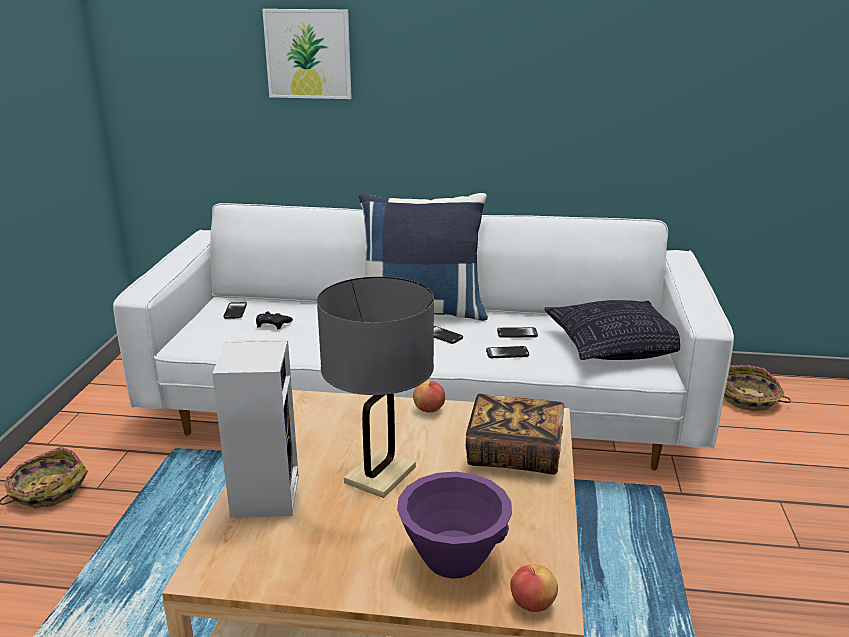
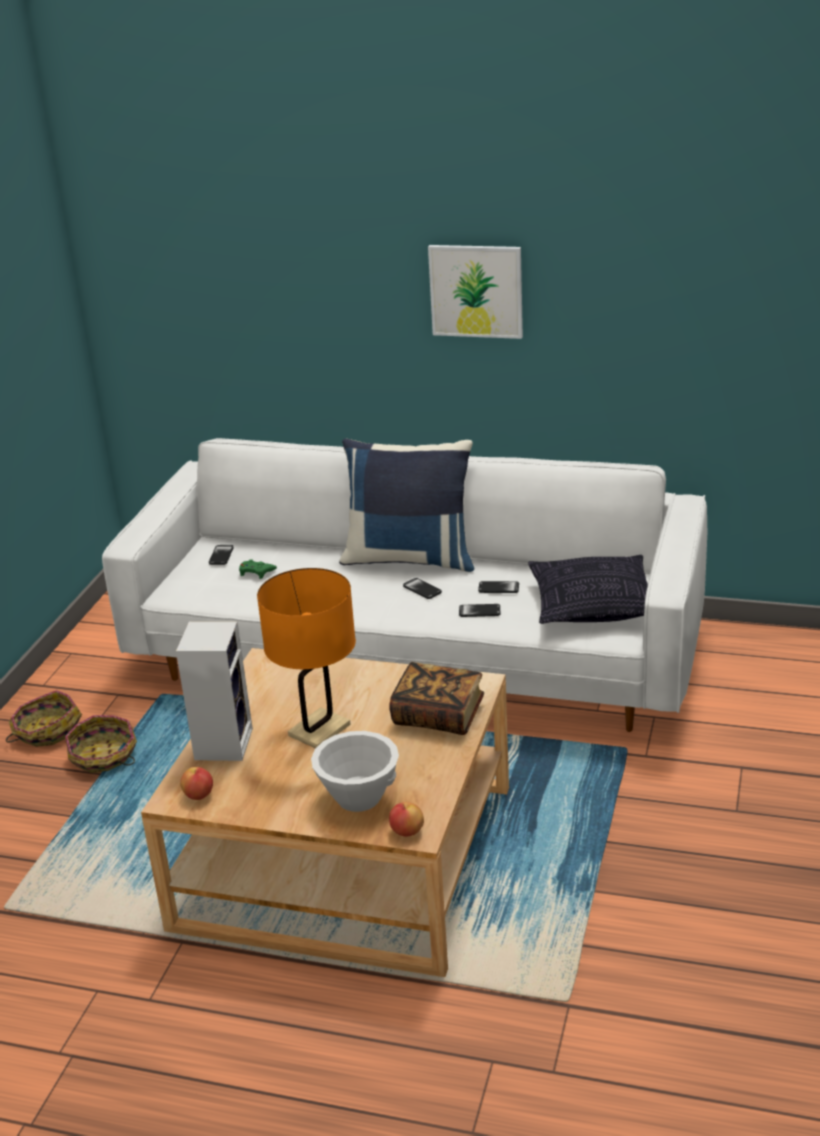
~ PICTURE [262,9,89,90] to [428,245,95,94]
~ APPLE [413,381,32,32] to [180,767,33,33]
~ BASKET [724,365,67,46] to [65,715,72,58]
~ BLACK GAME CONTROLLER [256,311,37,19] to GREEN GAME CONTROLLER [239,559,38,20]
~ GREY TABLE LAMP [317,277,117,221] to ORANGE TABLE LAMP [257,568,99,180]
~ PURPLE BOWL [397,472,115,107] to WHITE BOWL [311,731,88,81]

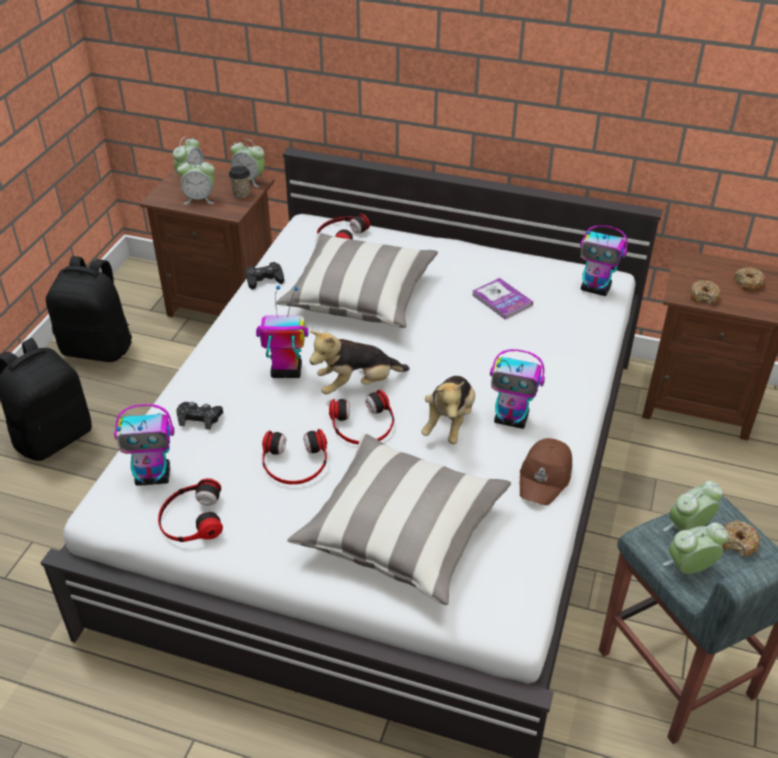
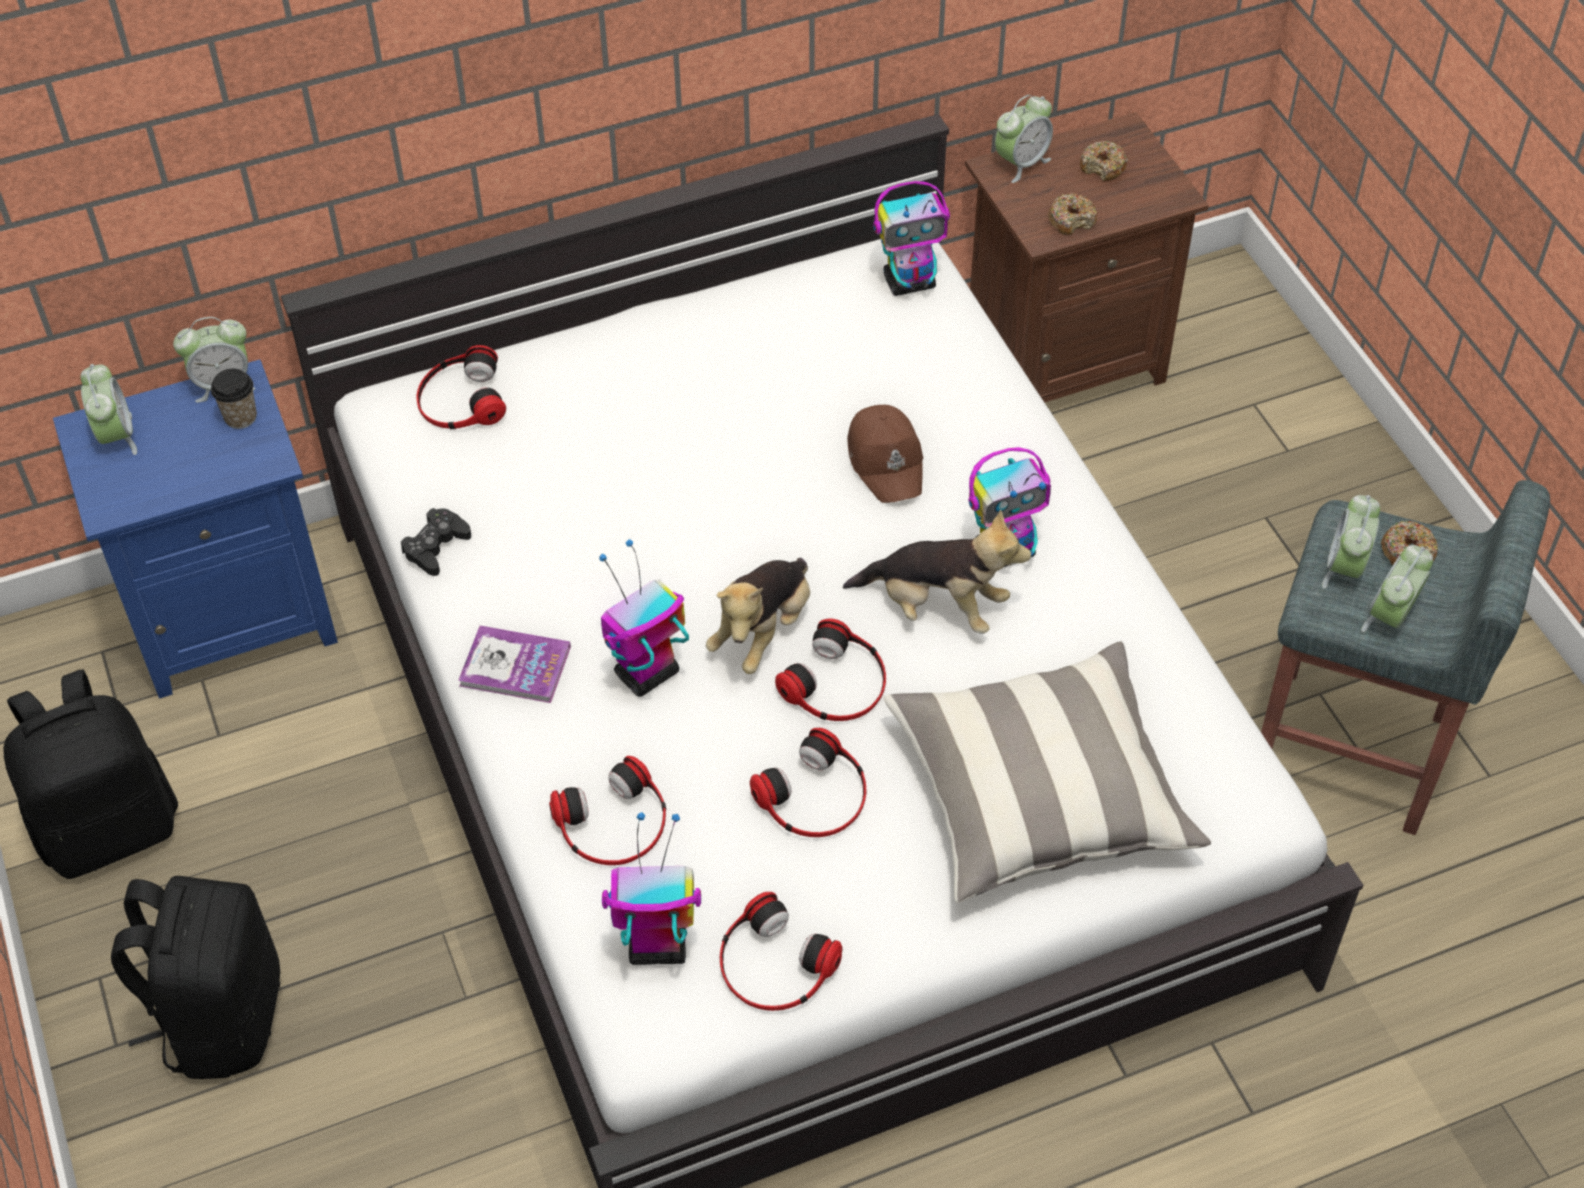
- PILLOW [276,233,162,95]
~ ALARM CLOCK [177,157,38,47] to [995,95,58,88]
~ BOOK [472,278,61,41] to [458,626,113,77]
~ BROWN CAP [520,438,52,67] to [847,405,76,98]
~ BLACK GAME CONTROLLER [176,402,47,28] to HEADPHONES [549,756,117,109]
~ BROWN NIGHTSTAND [140,168,134,149] to BLUE NIGHTSTAND [53,359,285,340]
~ TOY ROBOT [114,404,60,82] = [602,812,99,153] 135 degrees counterclockwise
~ PLUSH TOY [421,376,54,68] = [843,509,188,125] 45 degrees counterclockwise

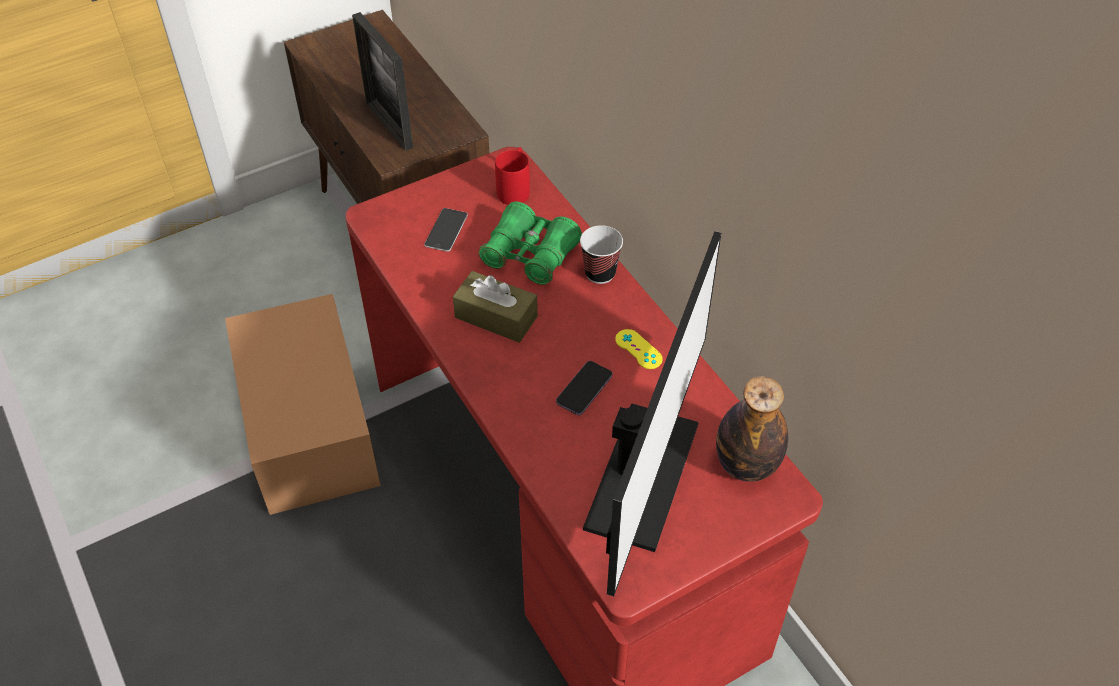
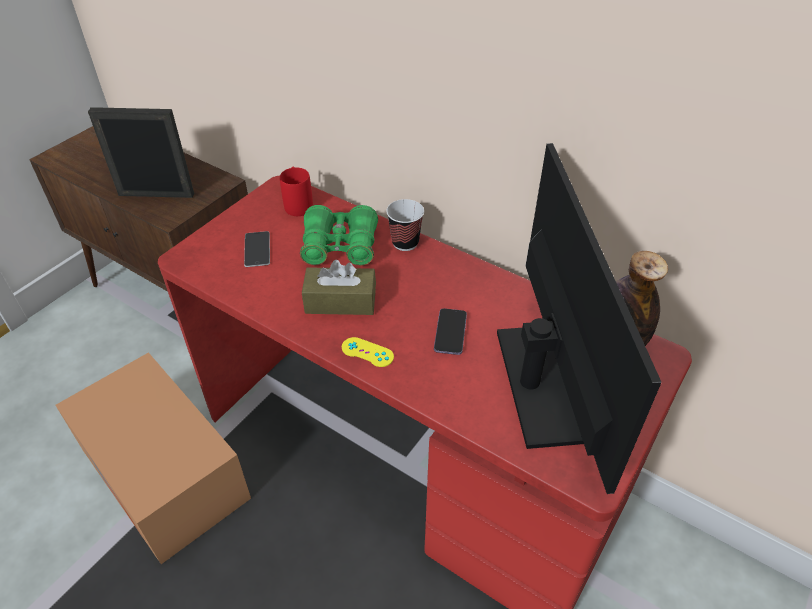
~ YELLOW GAME CONTROLLER [615,329,48,40] to [342,337,52,30]
~ PICTURE FRAME [352,12,61,139] = [88,107,106,91] 150 degrees clockwise

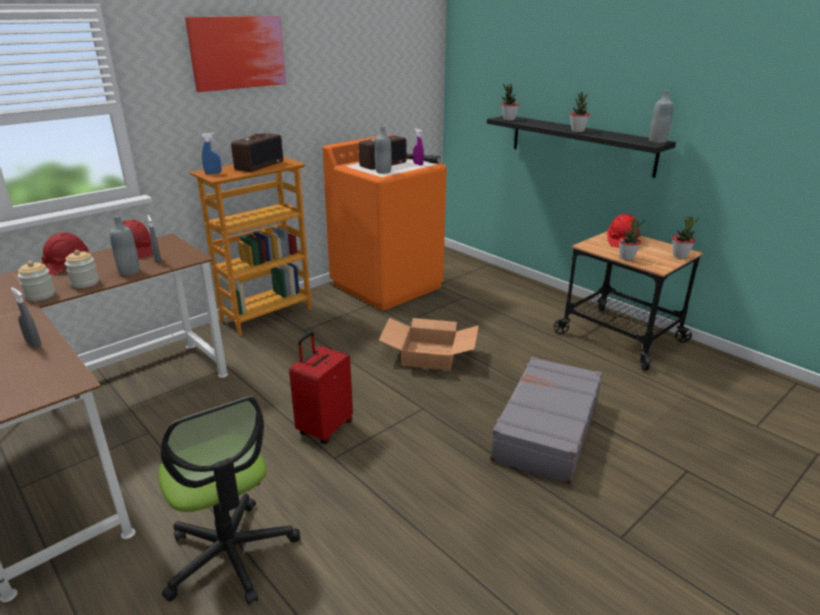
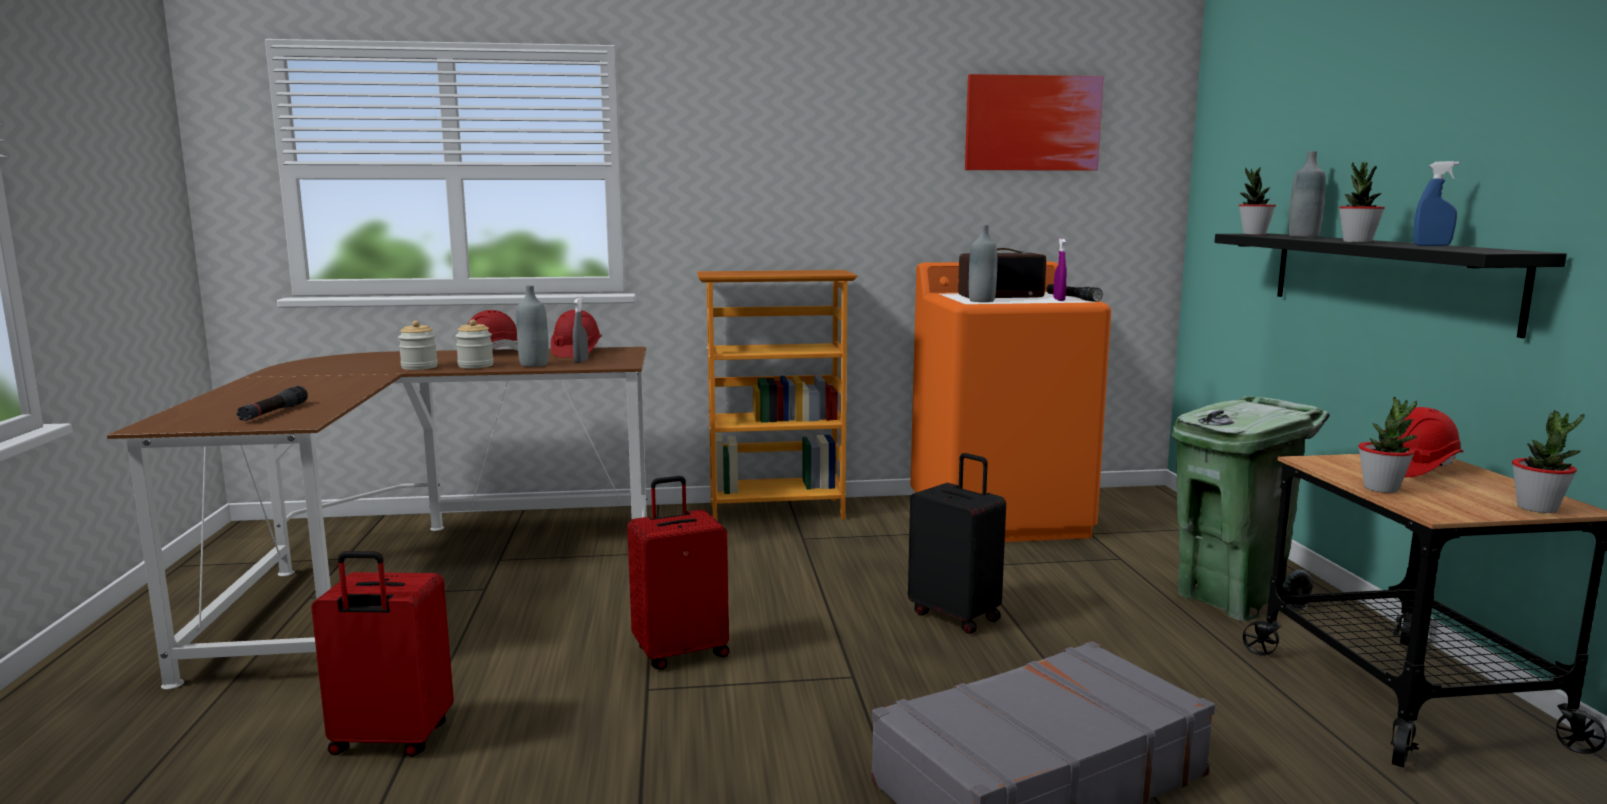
- GREY SPRAY BOTTLE [11,288,30,60]
- RADIO [231,133,52,39]
+ BLACK FLASHLIGHT [237,386,71,35]
+ GREEN TRASH CAN [1172,396,158,225]
~ PICTURE [185,16,101,76] to [965,74,139,97]
~ BLUE SPRAY BOTTLE [202,133,20,41] to [1413,161,46,85]
~ GREY BOTTLE [649,90,24,53] to [1288,151,38,86]
~ OFFICE CHAIR [158,396,142,209] to RED SUITCASE [311,551,143,206]
~ CARDBOARD BOX [379,317,100,53] to BLACK SUITCASE [908,453,98,181]

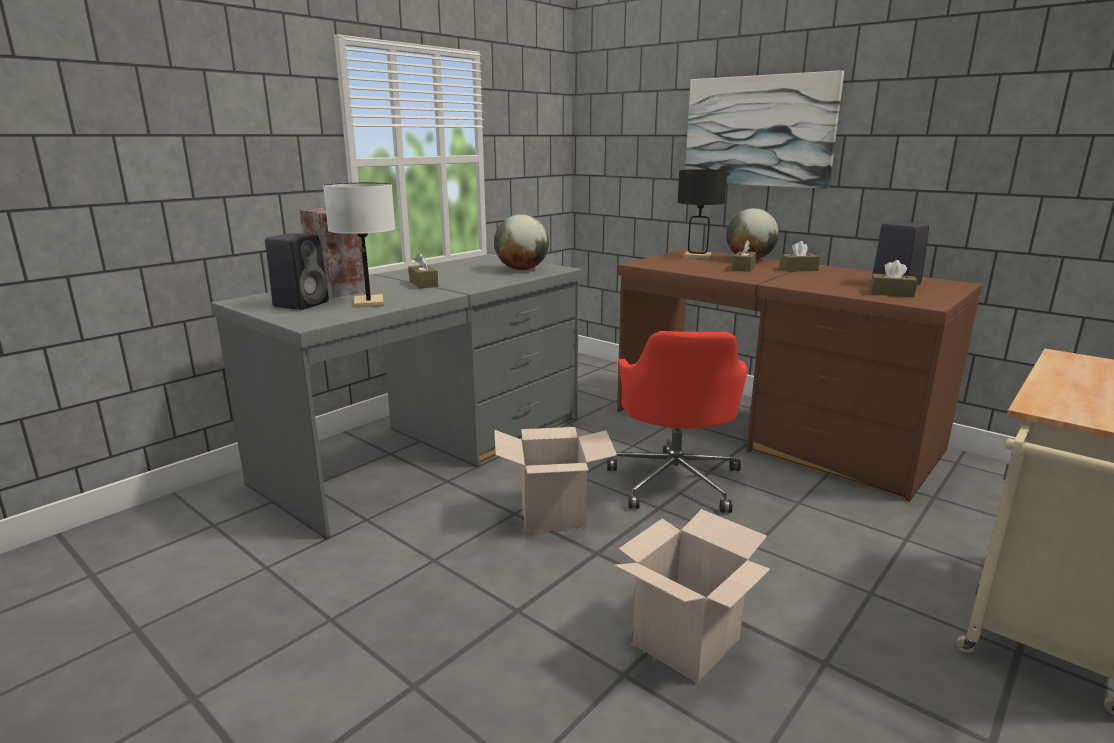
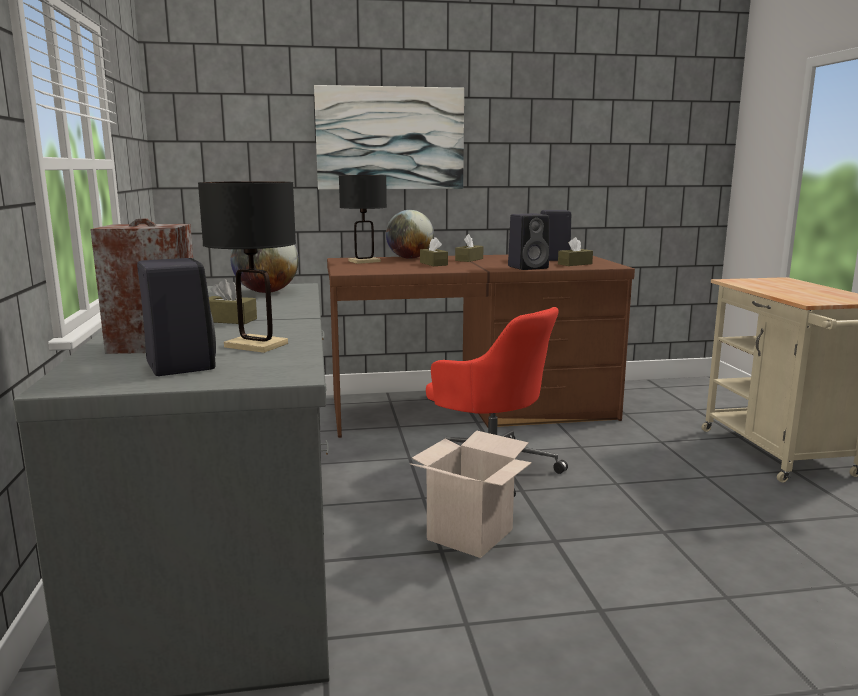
- CARDBOARD BOX [614,509,156,174]
+ BLACK SPEAKER [508,213,41,57]
~ WHITE TABLE LAMP [323,182,72,126] to BLACK TABLE LAMP [198,181,98,172]

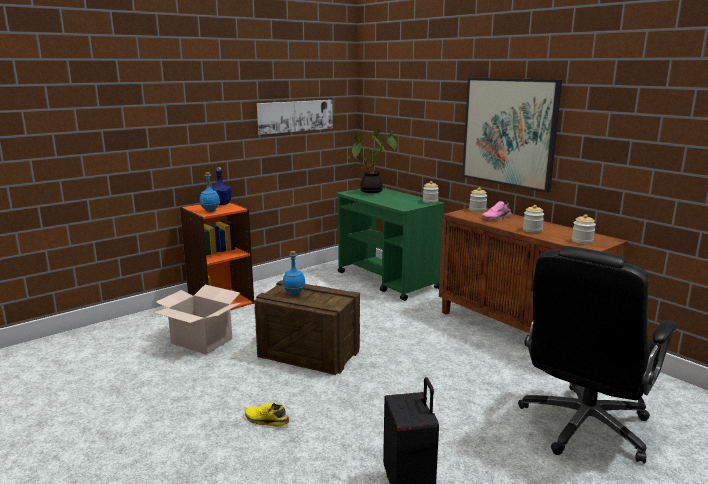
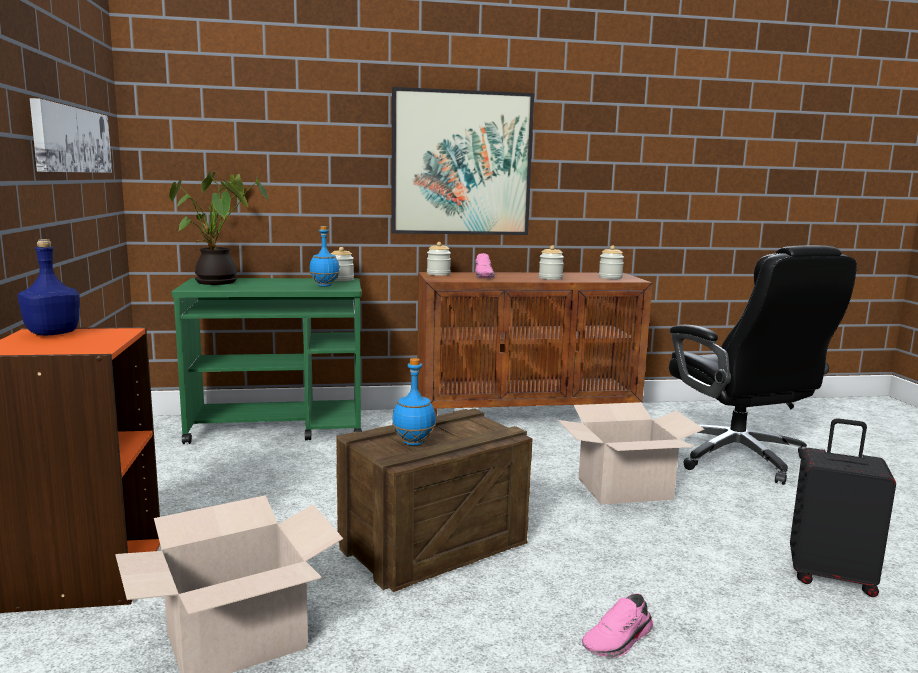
+ CARDBOARD BOX [558,402,147,103]
~ BLUE BOTTLE [200,172,20,40] to [309,226,31,61]
~ YELLOW SHOE [245,402,45,25] to PINK SHOE [582,593,71,65]

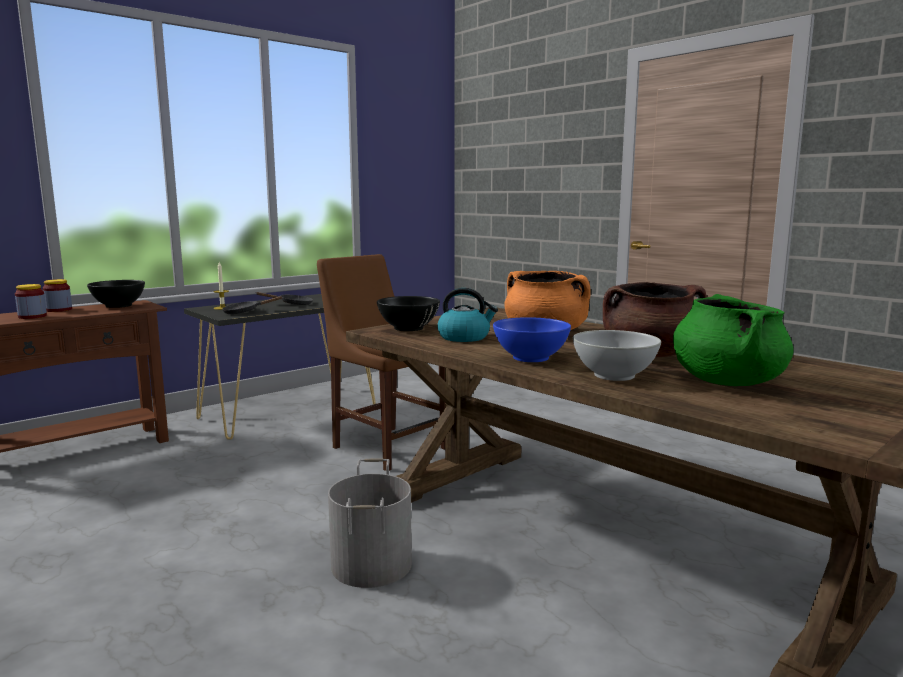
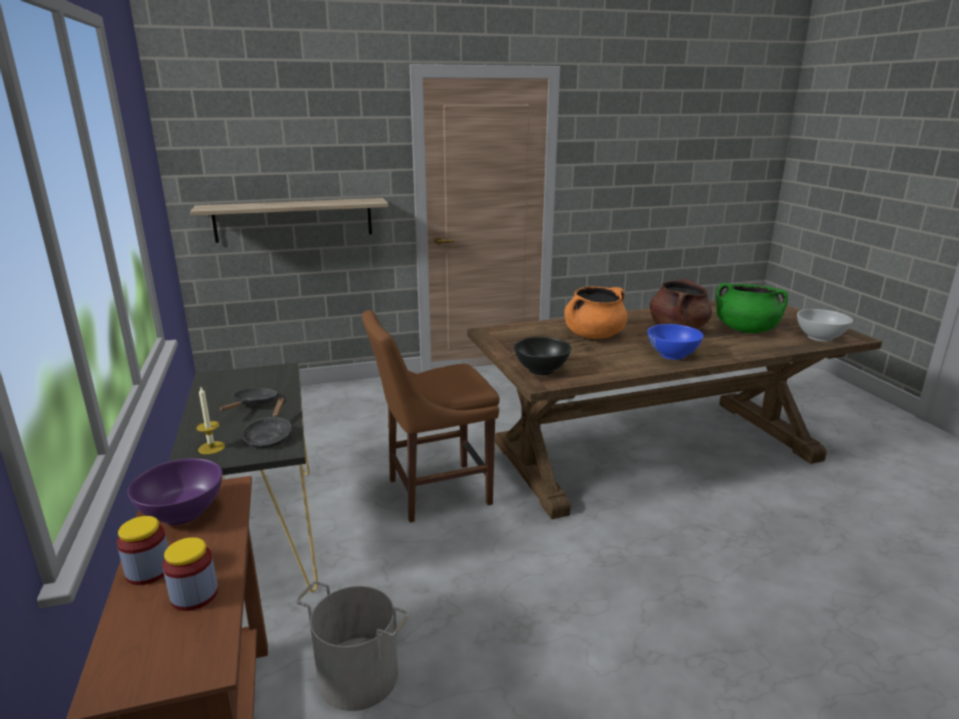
- KETTLE [437,288,61,54]
+ SHELF [190,198,199,45]
~ GREY BUCKET [328,458,84,130] to [295,581,114,130]
~ WHITE BOWL [573,330,88,51] to [797,309,56,33]
~ BLACK BOWL [87,280,58,28] to PURPLE BOWL [128,458,95,67]

